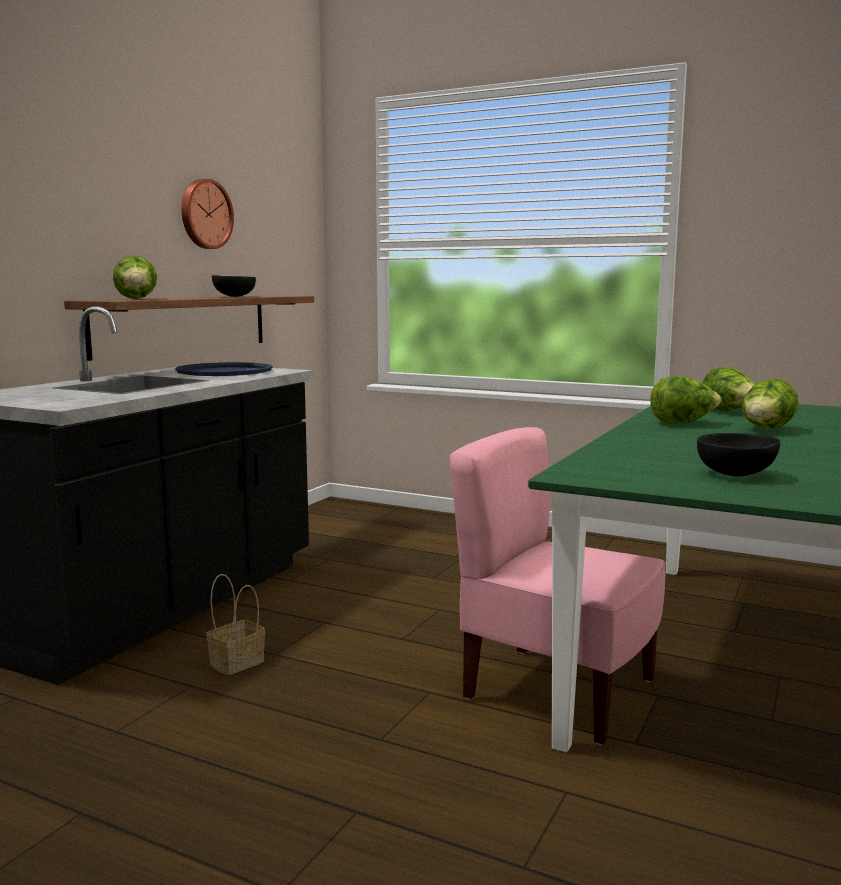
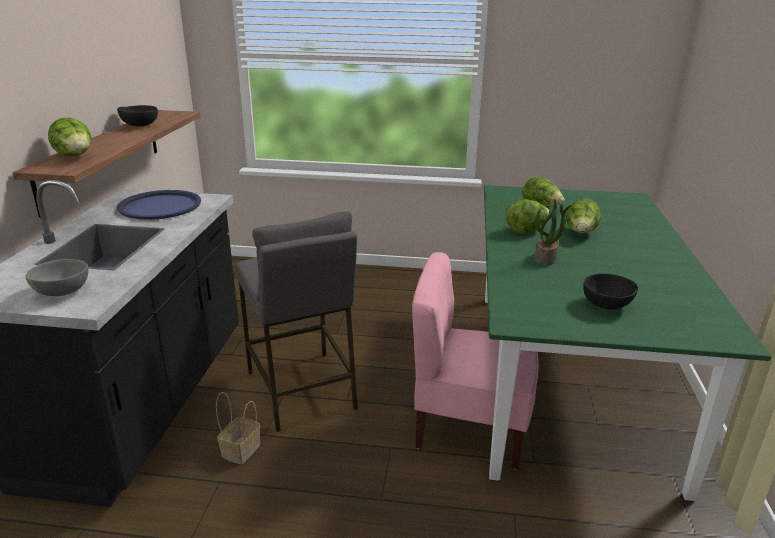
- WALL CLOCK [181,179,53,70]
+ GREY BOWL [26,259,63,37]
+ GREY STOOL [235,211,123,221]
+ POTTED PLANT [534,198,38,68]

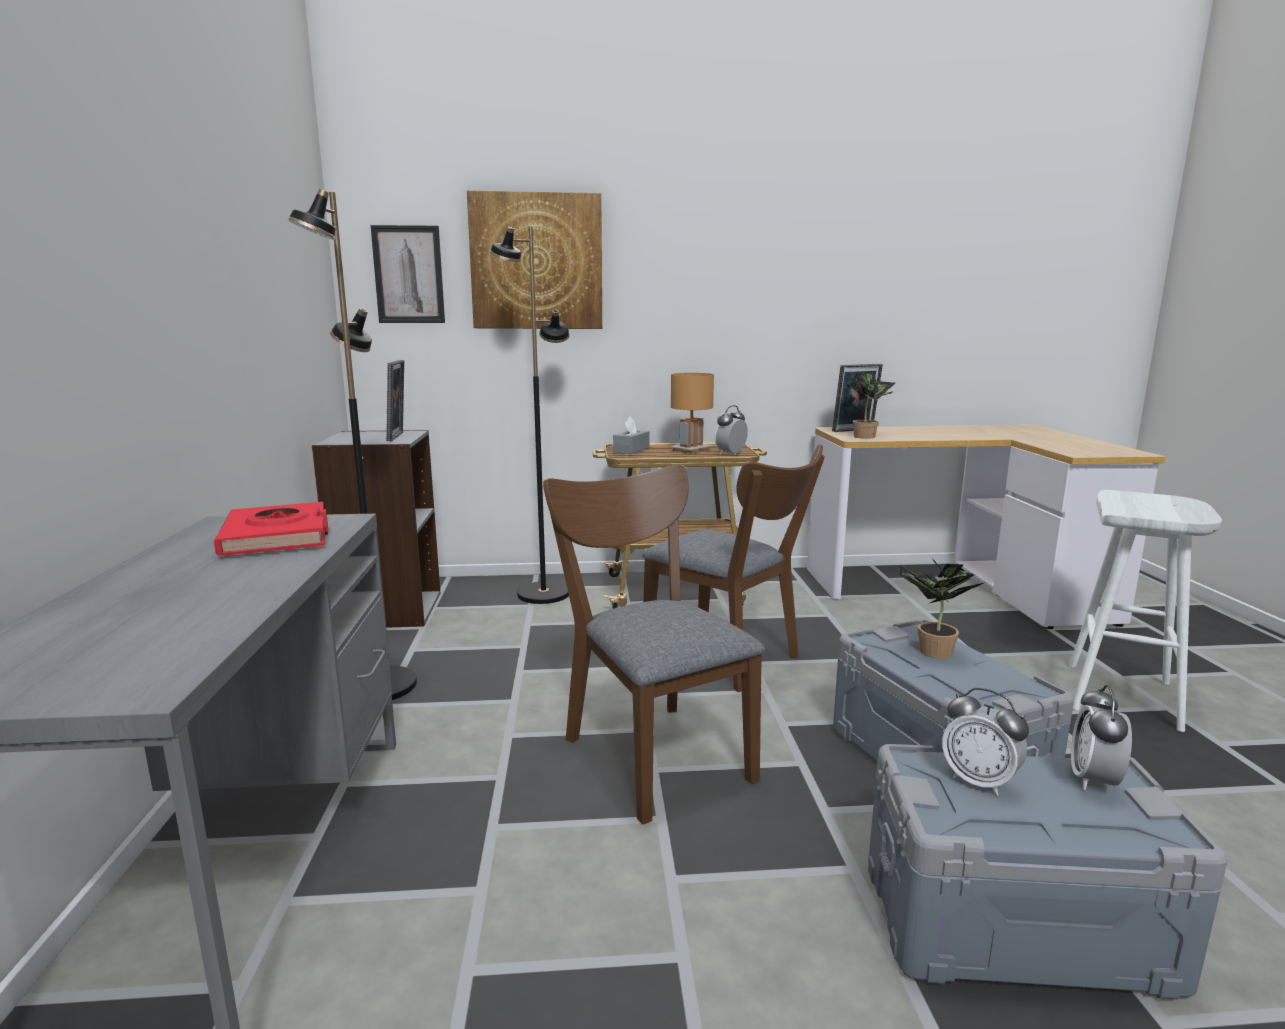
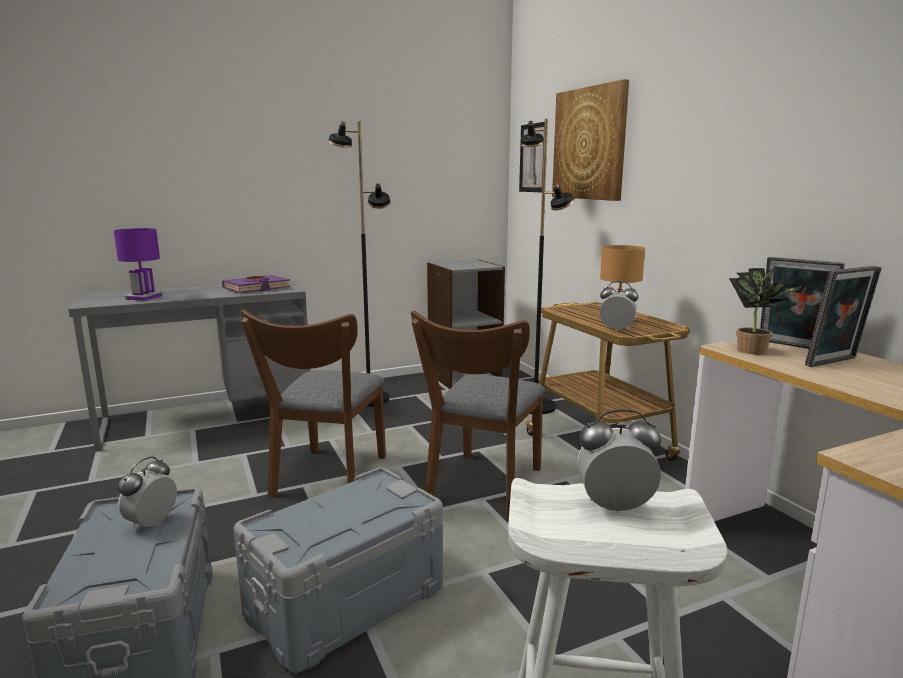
- GREY TISSUE BOX [613,416,37,38]
- POTTED PLANT [899,558,84,101]
+ PURPLE TABLE LAMP [114,228,51,73]
~ PICTURE FRAME [386,360,18,81] to [805,266,77,101]
~ ALARM CLOCK [1071,685,61,105] to [578,409,83,104]
~ RED BOOK [214,502,114,54] to PURPLE BOOK [222,275,68,18]
~ BROWN CHAIR [543,464,222,361] = [240,309,146,189] 150 degrees clockwise

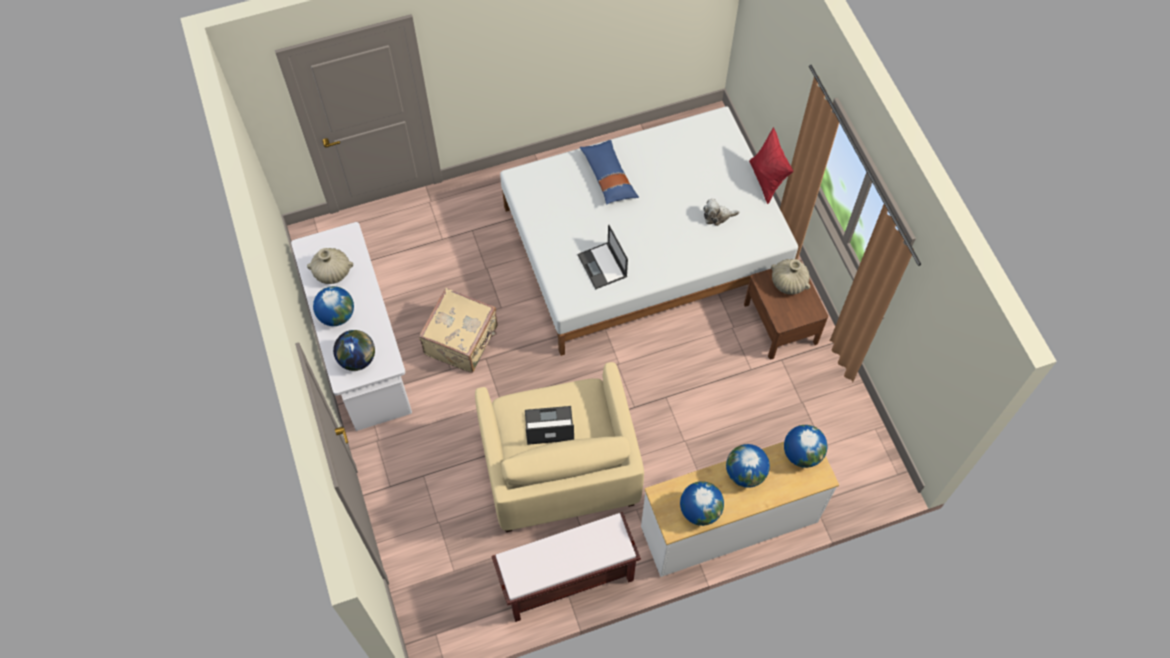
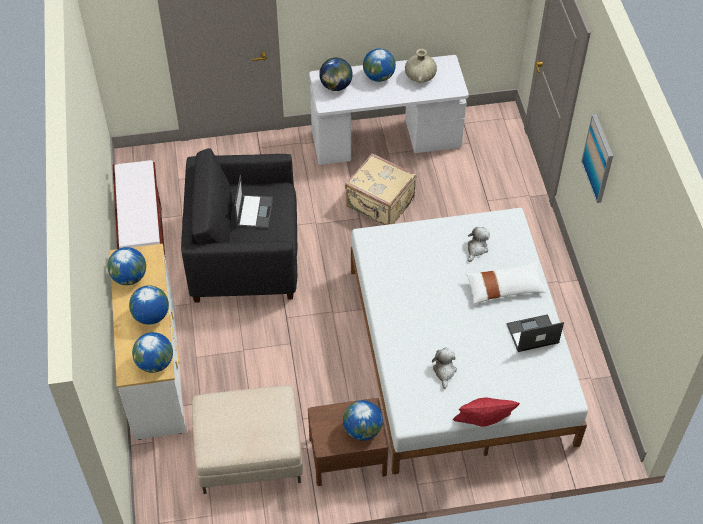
+ BEIGE OTTOMAN [192,385,111,109]
+ PLUSH TOY [468,226,22,36]
+ PICTURE [581,114,32,89]
~ LAPTOP [578,224,50,66] to [506,314,58,38]
~ BEIGE VASE [771,259,39,36] to GLOBE [343,400,40,41]
~ BEIGE ARMCHAIR [475,362,169,170] to BLACK ARMCHAIR [181,148,116,155]
~ BLUE PILLOW [580,140,59,64] to WHITE PILLOW [466,262,80,42]

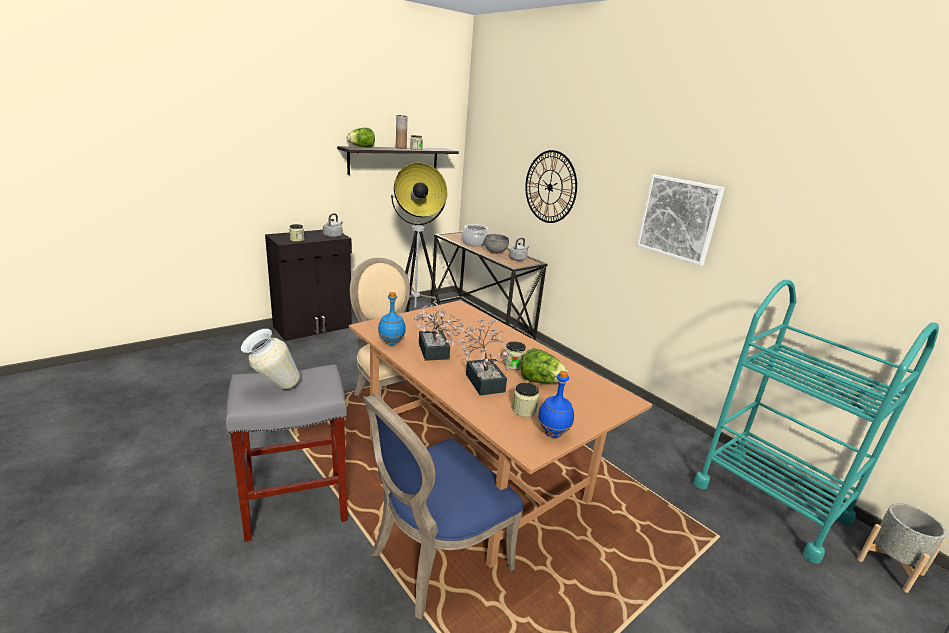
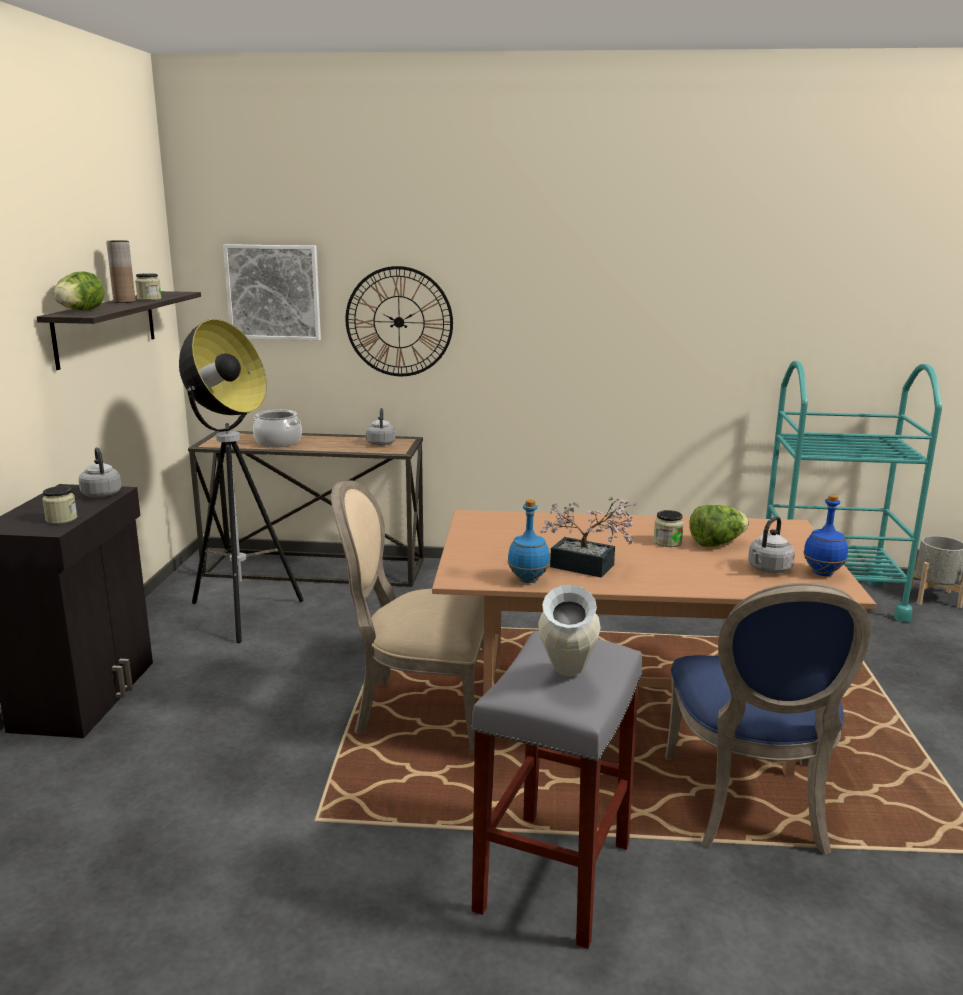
- POTTED PLANT [457,318,60,78]
- GREY BOWL [485,234,24,20]
~ PICTURE [636,174,89,92] to [223,244,98,97]
~ JAR [512,383,27,34] to GREY KETTLE [748,516,47,57]

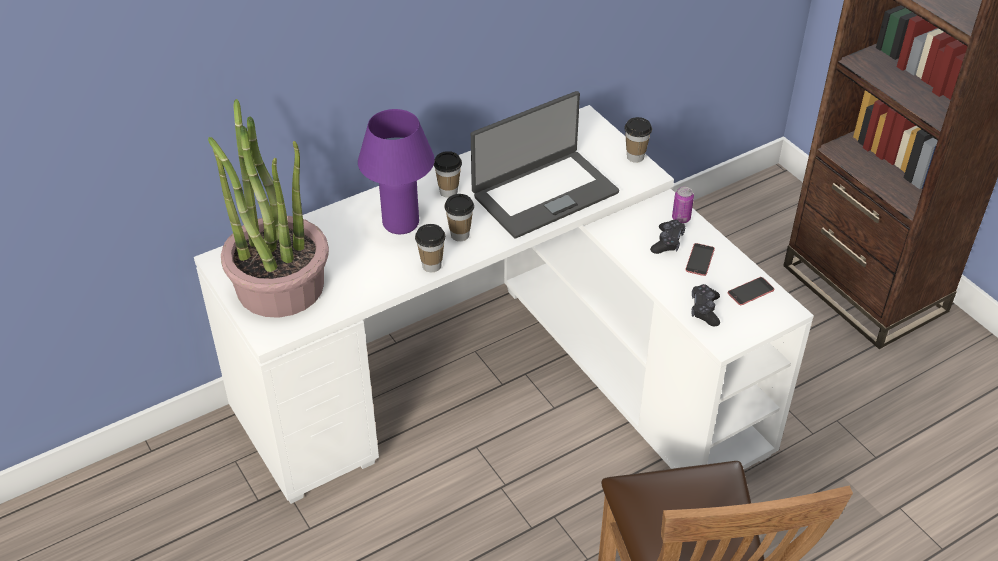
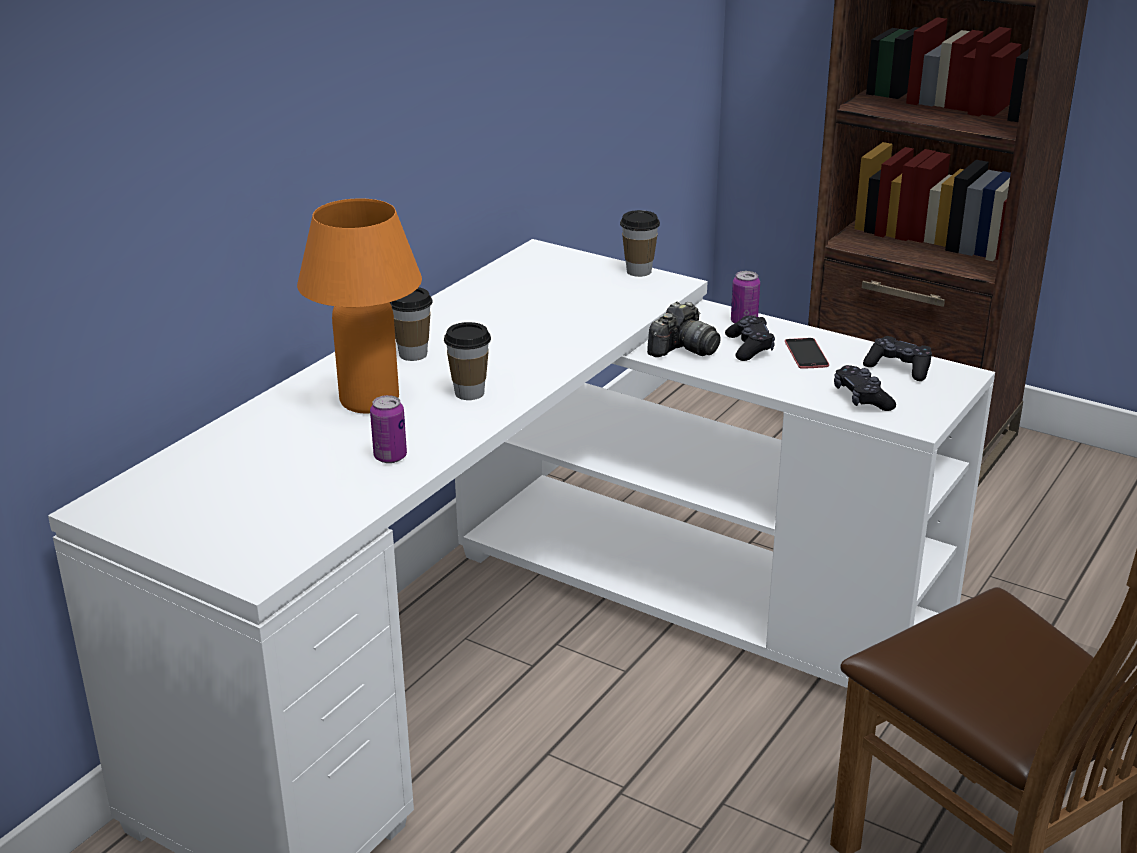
- POTTED PLANT [208,99,121,219]
- CUP [415,224,31,48]
- LAPTOP [471,91,148,147]
+ CAN [370,395,37,68]
+ PHOTO CAMERA [647,302,74,55]
~ PHONE [728,277,46,28] to BLACK GAME CONTROLLER [863,336,69,45]
~ PURPLE TABLE LAMP [358,109,77,125] to ORANGE TABLE LAMP [297,198,125,215]

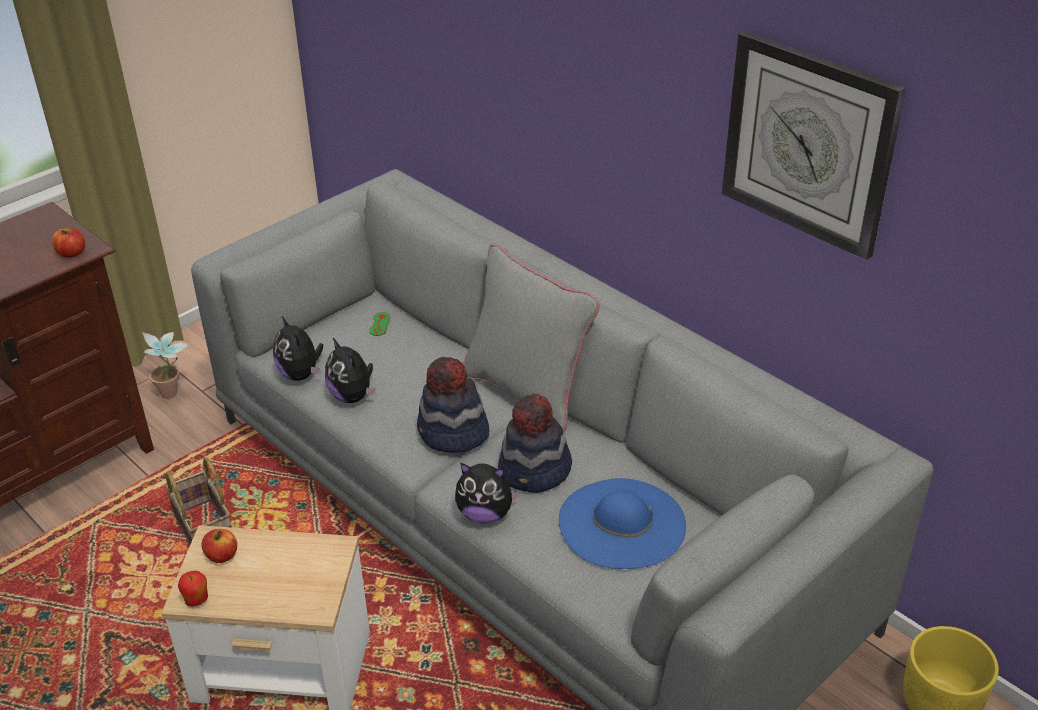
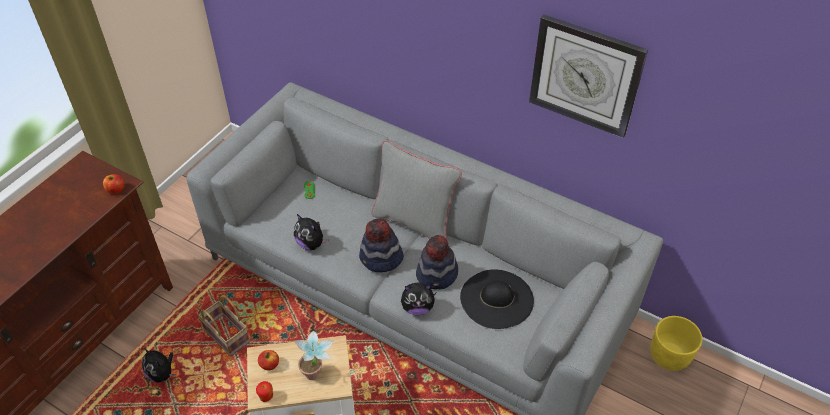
~ POTTED PLANT [142,332,48,67] to [294,331,41,49]
~ PLUSH TOY [273,315,50,66] to [142,348,34,35]
~ BLUE HAT [559,478,127,91] to BLACK HAT [460,269,74,60]

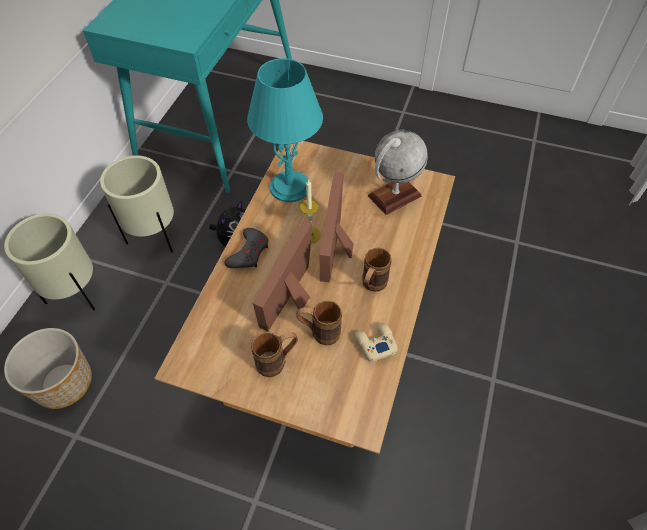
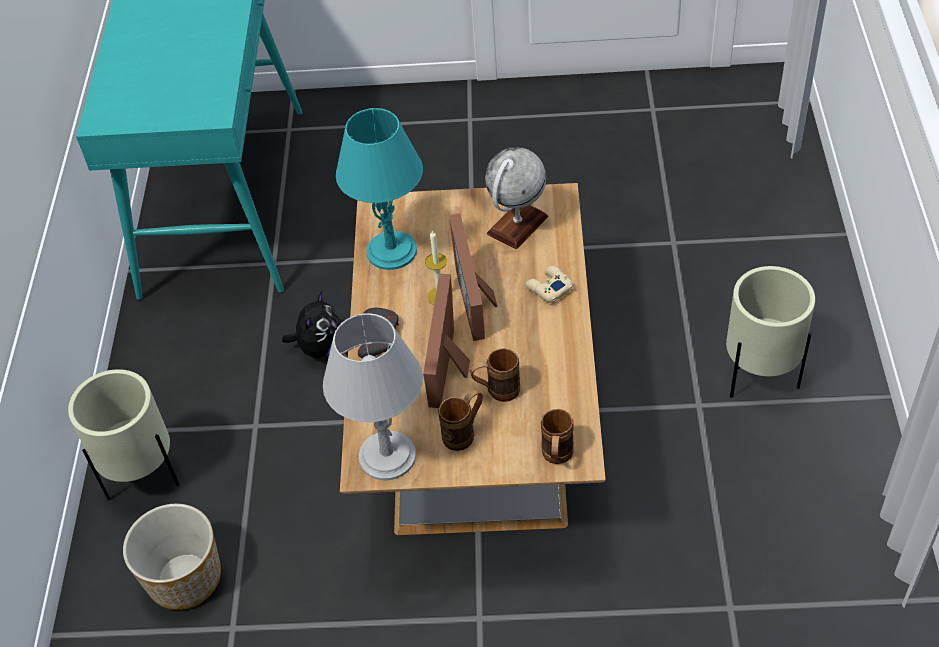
+ GREY TABLE LAMP [323,313,100,167]
~ BEIGE PLANTER [100,155,74,98] to [726,266,89,132]
~ BEIGE GAME CONTROLLER [355,323,43,39] to [525,266,48,37]
~ BROWN MUG [362,248,30,44] to [541,409,33,55]

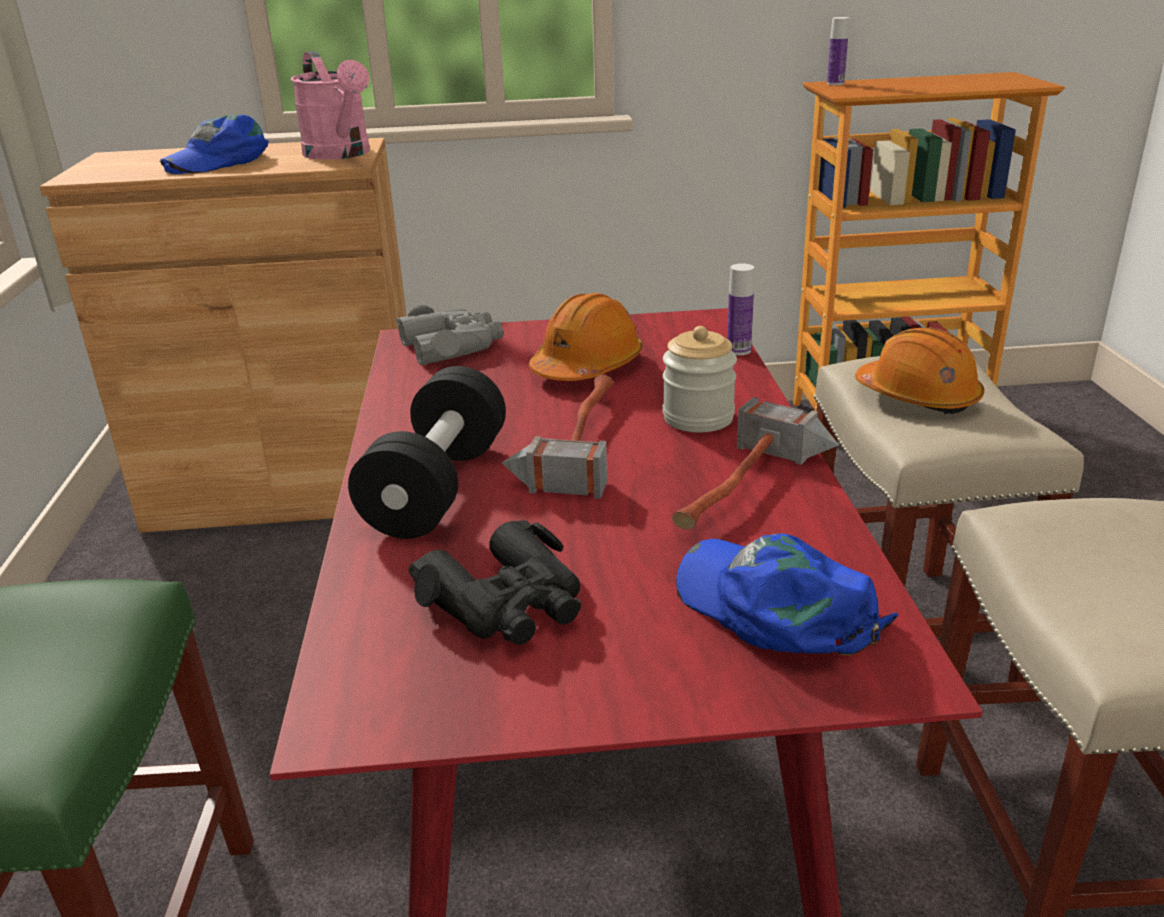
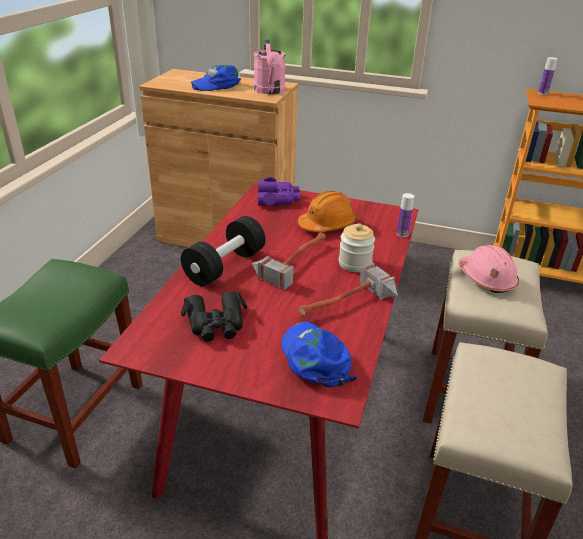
~ GREY BINOCULARS [396,305,108,60] to PURPLE BINOCULARS [258,177,42,29]
~ ORANGE HARD HAT [855,327,129,87] to PINK HARD HAT [459,245,60,48]

